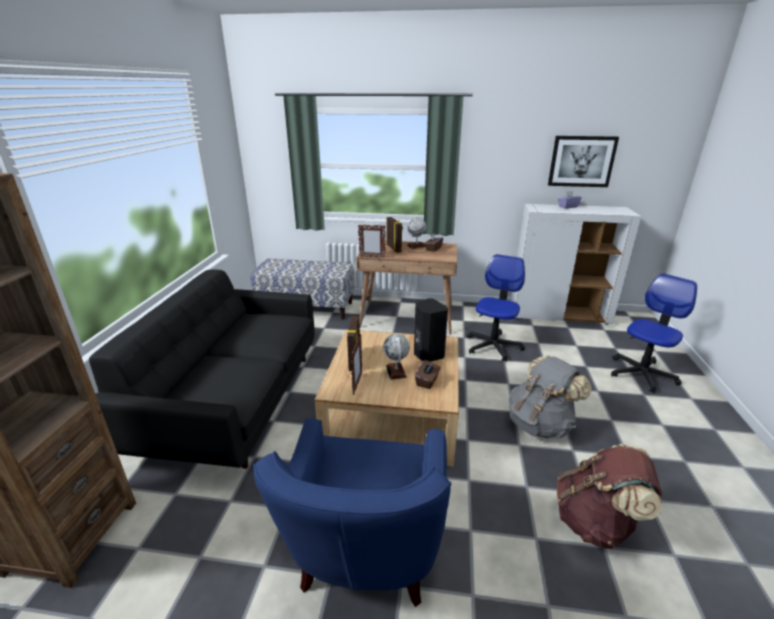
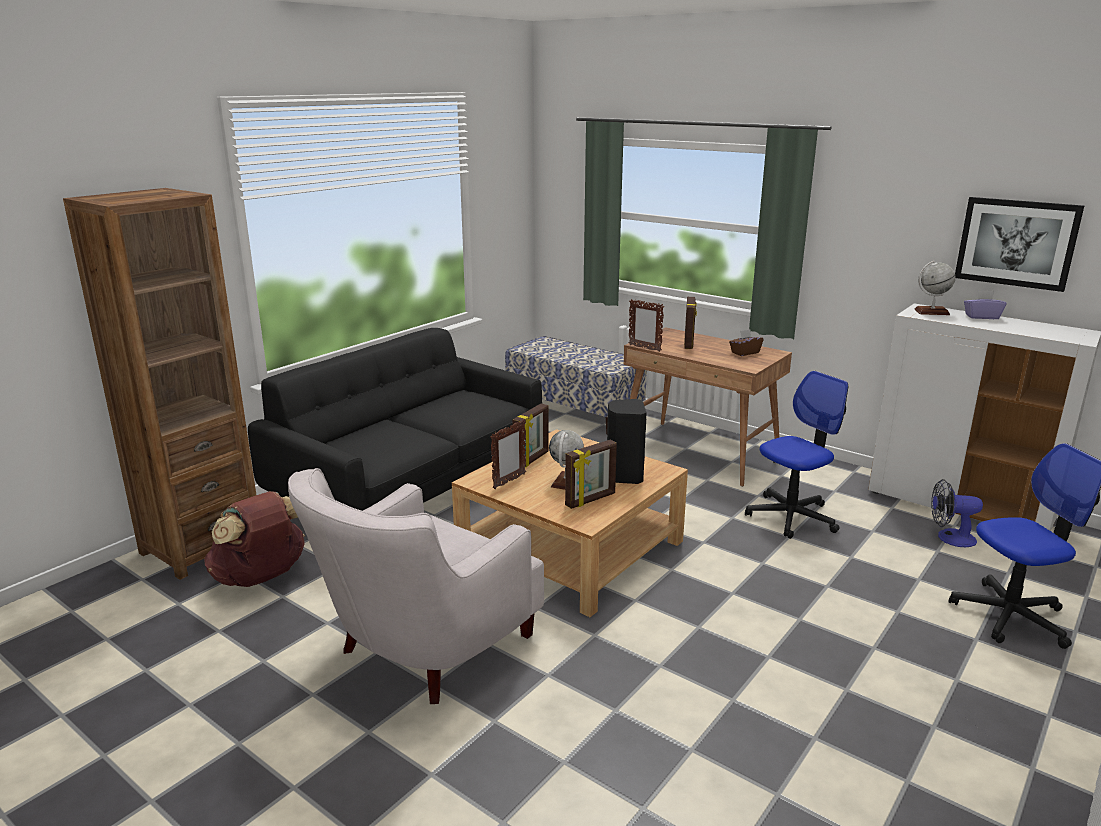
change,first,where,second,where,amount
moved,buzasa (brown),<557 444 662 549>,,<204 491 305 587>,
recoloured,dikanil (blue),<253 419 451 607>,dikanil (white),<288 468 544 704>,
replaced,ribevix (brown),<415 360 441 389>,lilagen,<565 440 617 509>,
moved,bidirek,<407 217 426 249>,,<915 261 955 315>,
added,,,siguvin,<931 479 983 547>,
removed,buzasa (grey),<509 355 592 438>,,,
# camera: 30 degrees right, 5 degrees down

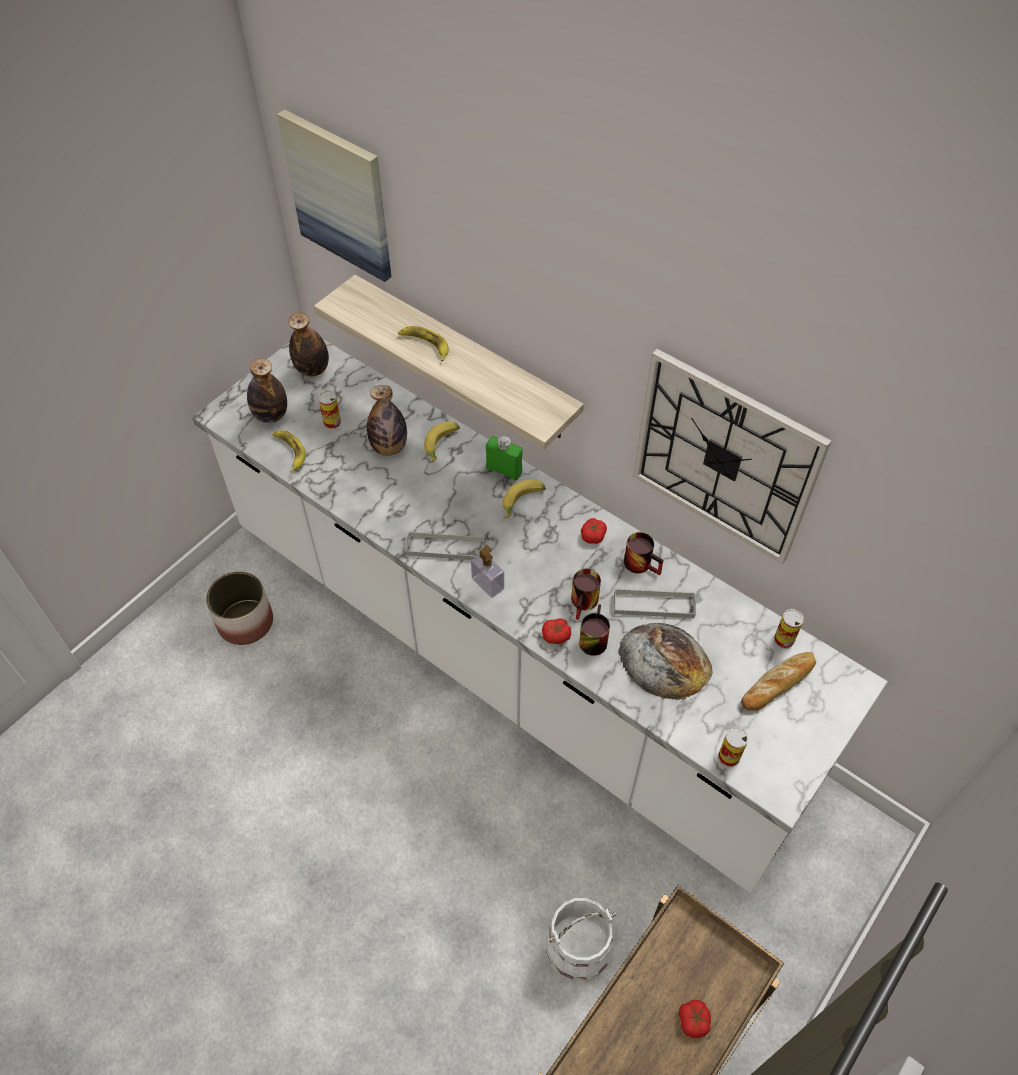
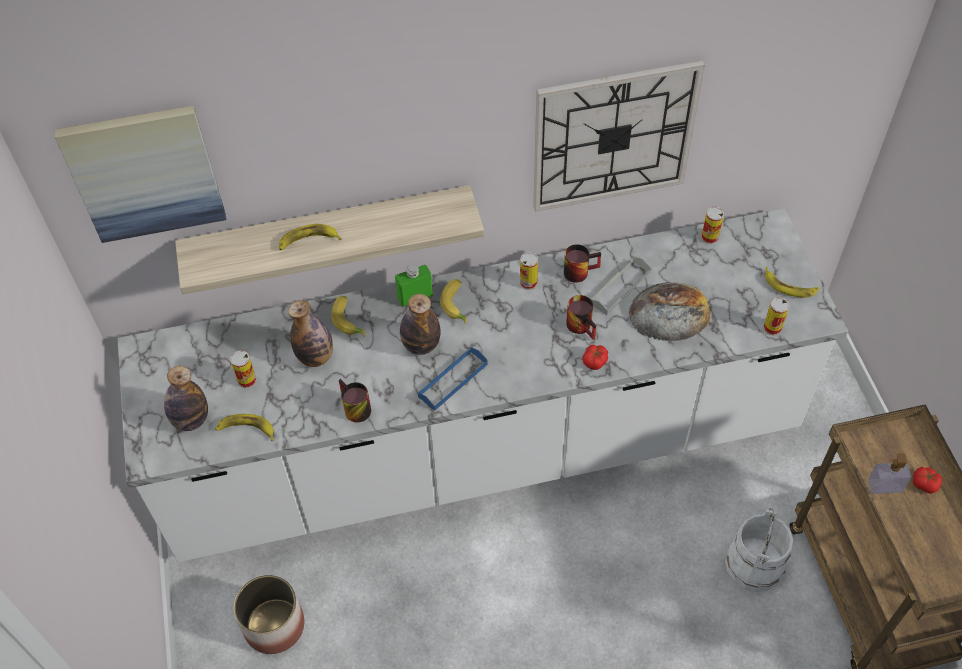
change,first,where,second,where,amount
moved,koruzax,<579 604 610 656>,,<339 379 371 422>,
moved,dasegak,<288 312 329 376>,,<400 294 441 355>,
recoloured,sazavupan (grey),<405 532 485 560>,sazavupan (blue),<418 347 488 411>,
replaced,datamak,<581 518 607 544>,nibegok,<520 252 538 290>,
added,,,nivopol,<765 267 819 298>,
moved,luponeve,<471 545 504 598>,,<868 453 911 494>,
removed,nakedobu,<741 652 816 710>,,,
# camera: 50 degrees left, 0 degrees up

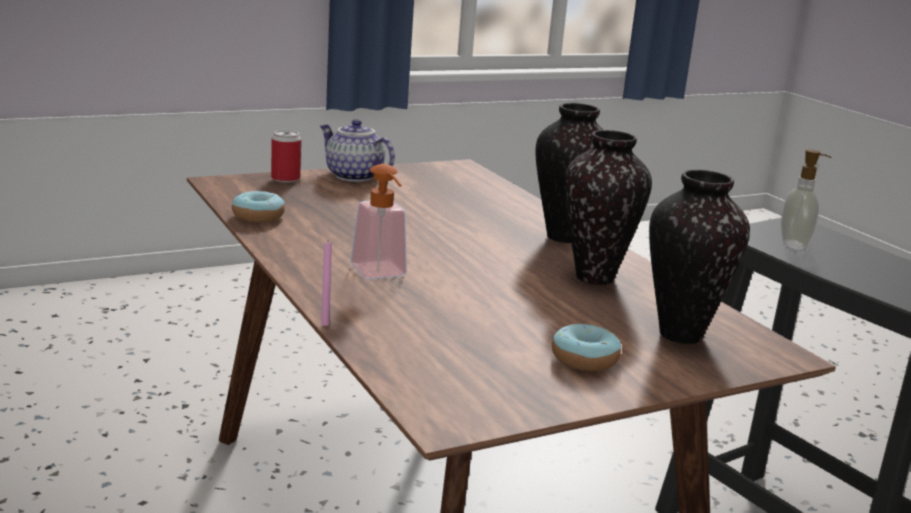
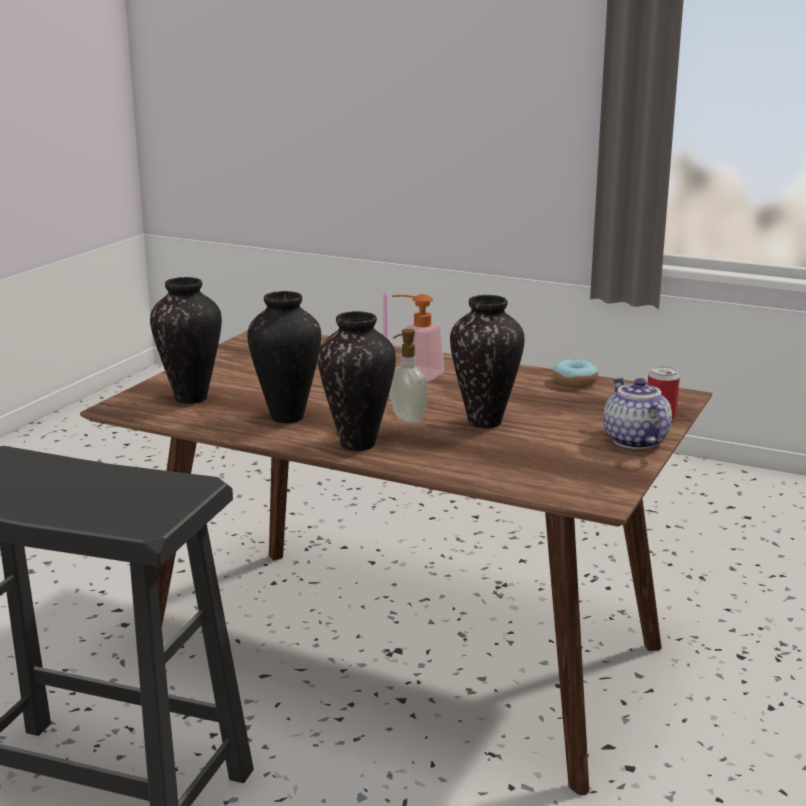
change,first,where,second,where,amount
moved,luponeve,<781 149 832 250>,,<390 329 427 423>,
added,,,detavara,<450 295 525 428>,
turned,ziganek,<319 119 395 182>,,<603 377 672 449>,105 degrees counterclockwise
removed,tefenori,<552 324 621 371>,,,
# camera: 145 degrees right, 0 degrees up

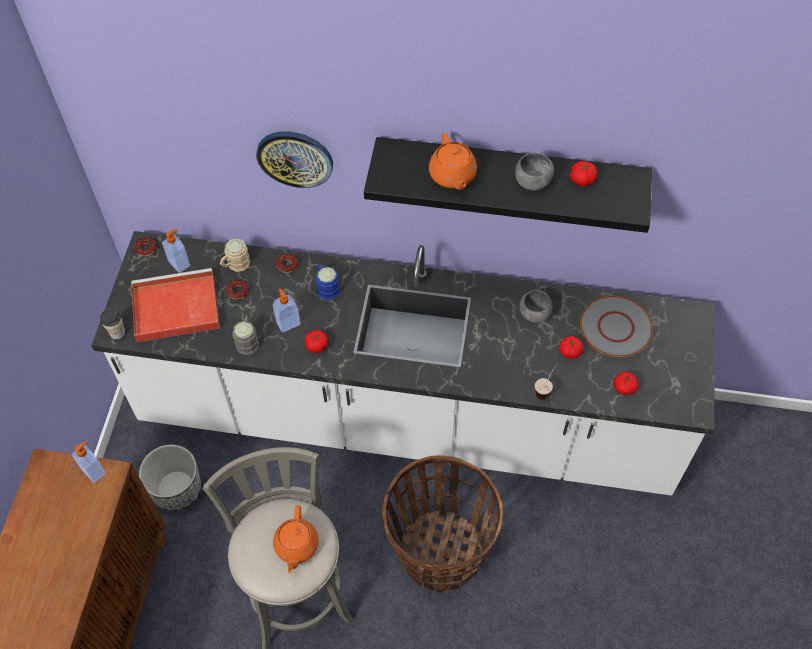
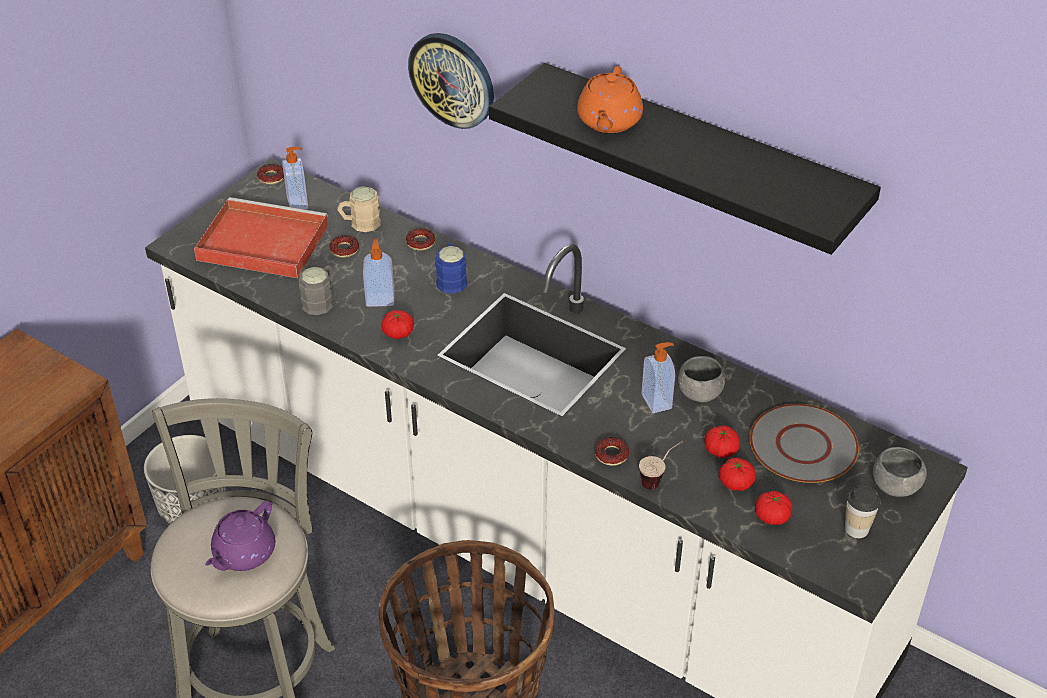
change,first,where,second,where,amount
recoloured,ziganek (orange),<273 505 318 573>,ziganek (purple),<205 501 275 571>,
added,,,tefenori,<595 437 629 466>,
moved,luponeve,<71 441 106 483>,,<641 342 675 413>,
moved,datamak,<570 161 597 186>,,<719 457 756 491>,
moved,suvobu,<100 308 125 339>,,<845 485 881 538>,
moved,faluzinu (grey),<515 153 554 191>,,<873 447 927 497>,
# camera: 25 degrees right, 15 degrees down

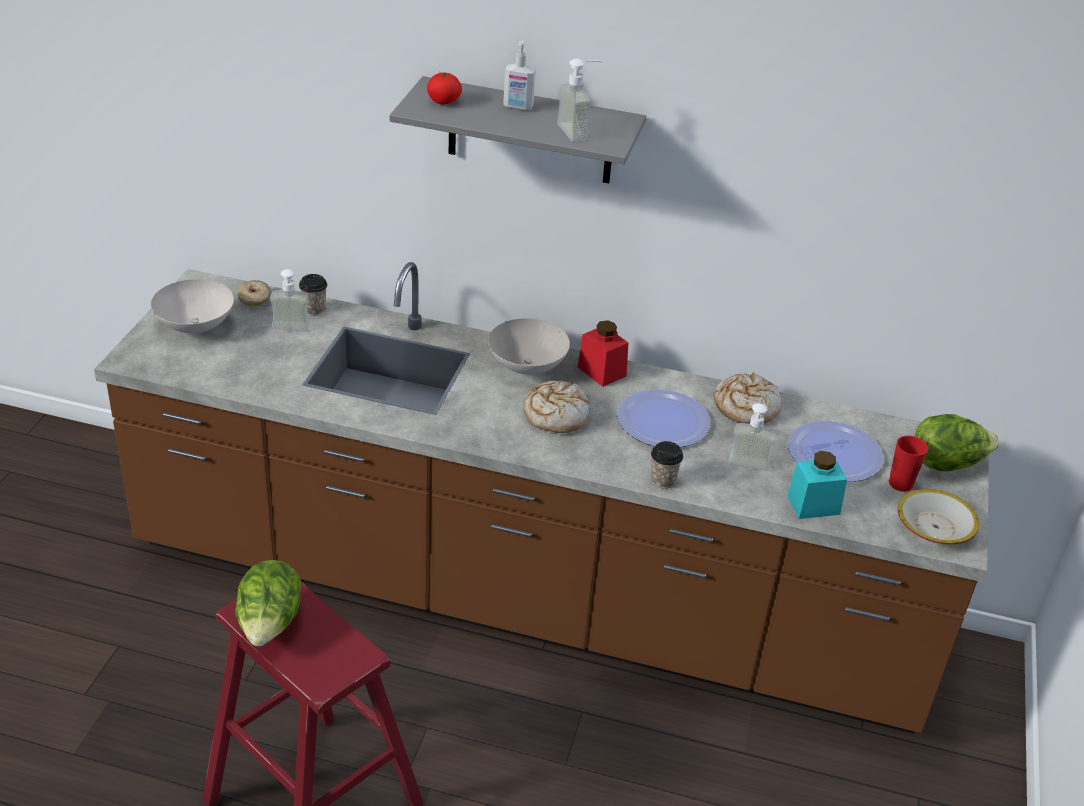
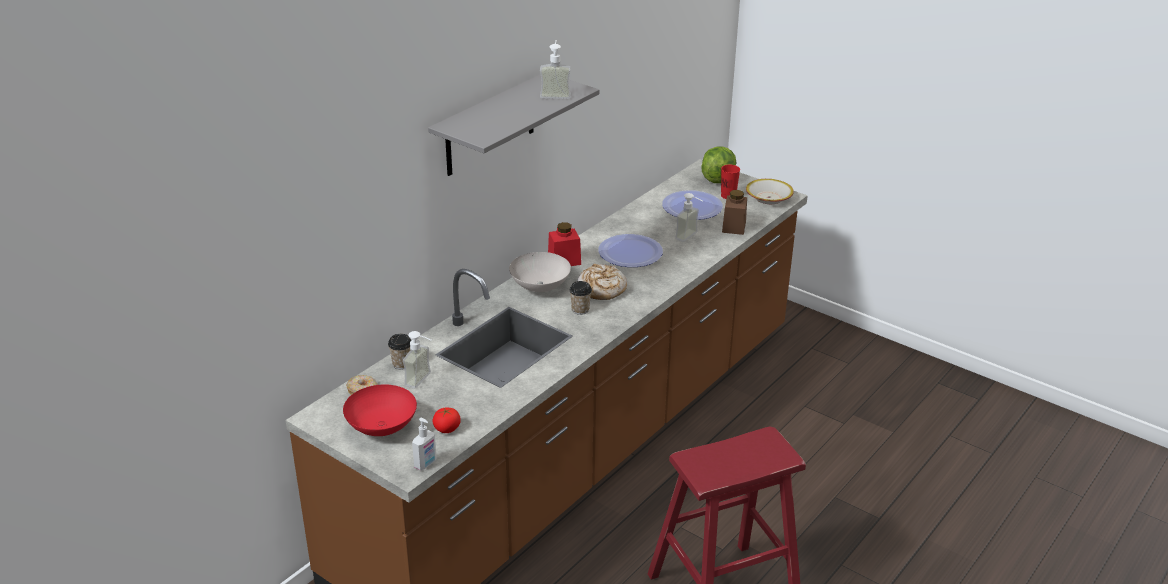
change,first,where,second,where,amount
recoloured,faluzinu (white),<151 279 234 334>,faluzinu (red),<343 384 417 436>,
moved,luponeve,<503 41 536 111>,,<412 418 437 470>,
moved,datamak,<427 72 462 104>,,<432 407 461 433>,
moved,suvobu,<651 441 683 489>,,<569 281 592 315>,
recoloured,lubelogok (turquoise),<787 451 847 519>,lubelogok (brown),<722 190 747 235>,
removed,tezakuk,<235 560 301 646>,,,
removed,nakedobu,<714 372 782 424>,,,
# camera: 65 degrees left, 5 degrees down

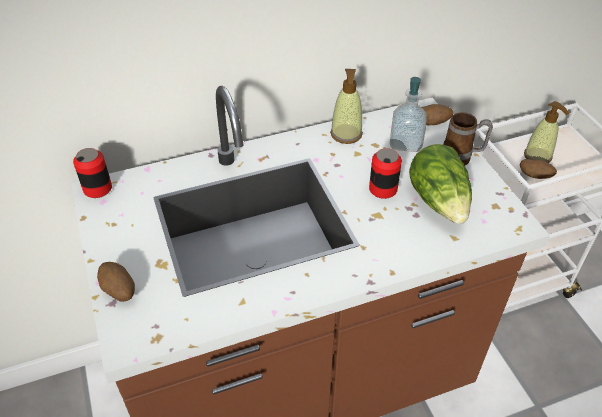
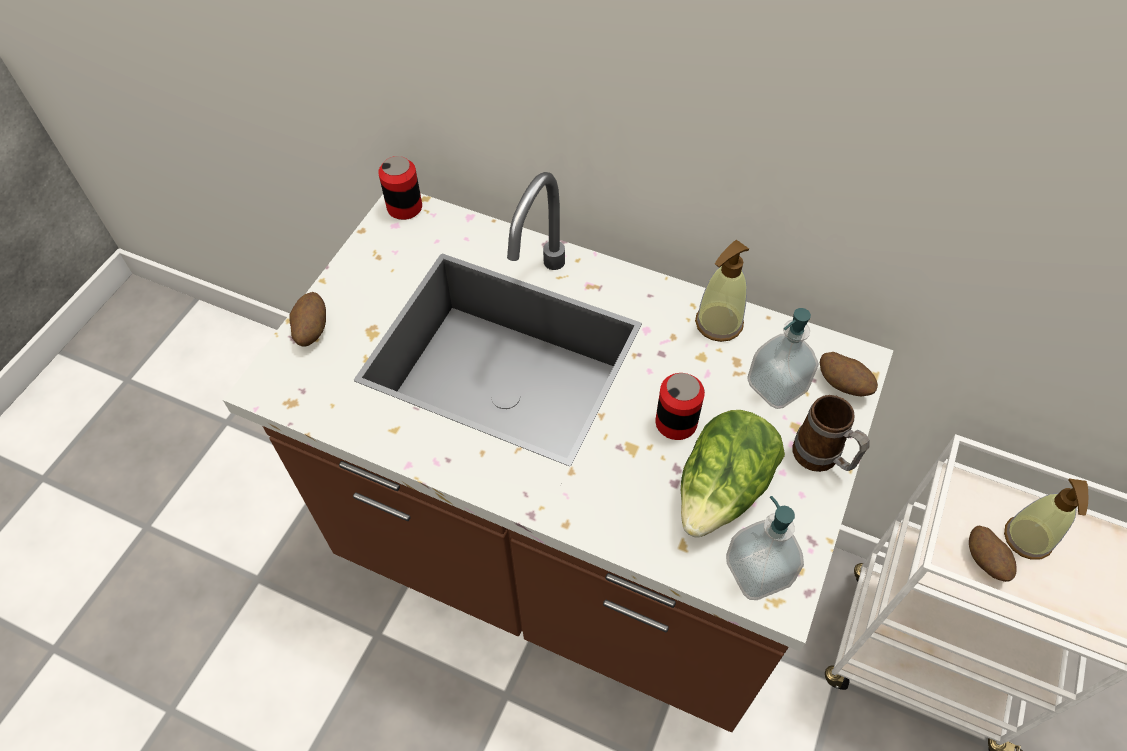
change,first,where,second,where,amount
added,,,luponeve,<726 496 804 600>,
# camera: 45 degrees right, 10 degrees up

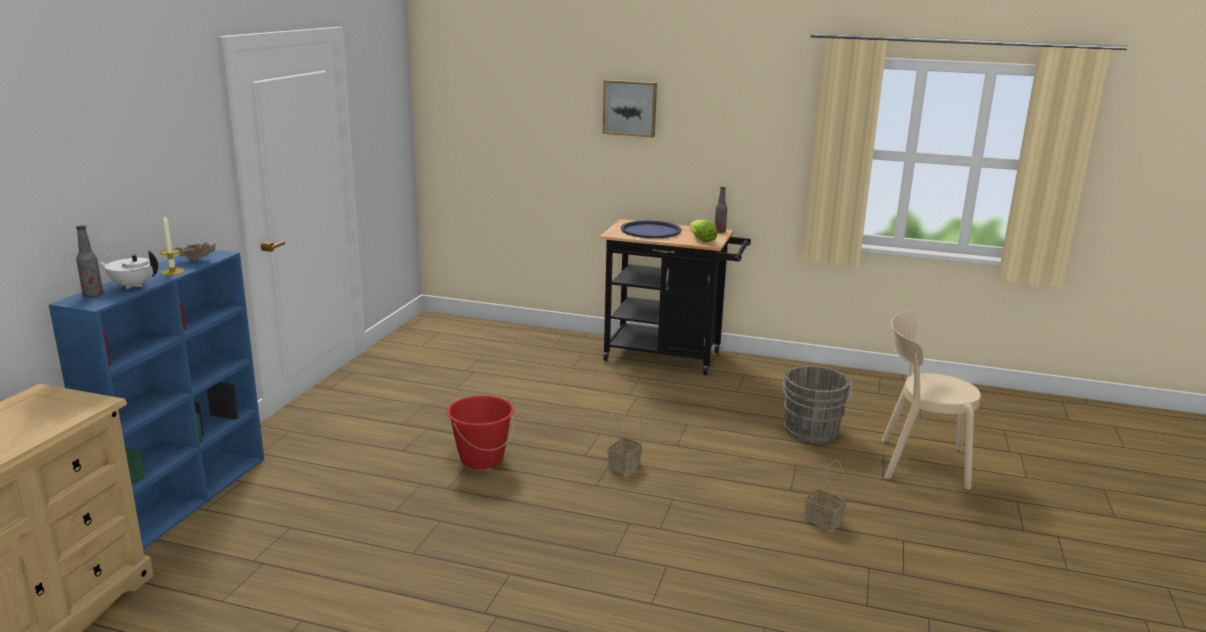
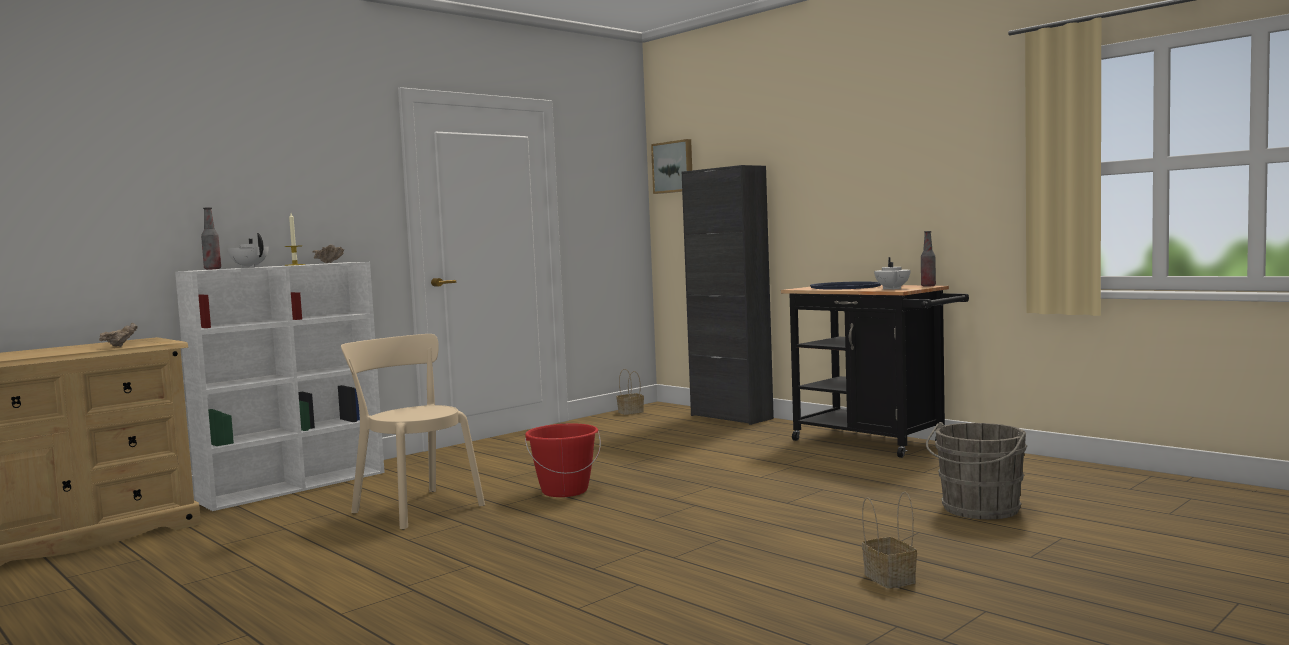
change,first,where,second,where,amount
added,,,faluzinu (beige),<99 323 138 347>,
recoloured,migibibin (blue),<49 250 264 550>,migibibin (white),<175 262 385 511>,
moved,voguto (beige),<882 310 981 490>,,<341 334 485 529>,
moved,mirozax,<608 412 642 475>,,<617 369 644 415>,
moved,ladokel,<603 80 657 137>,,<651 139 692 194>,
added,,,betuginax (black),<682 165 774 425>,
replaced,tezakuk,<690 220 717 242>,ziganek (white),<874 257 911 290>,
# camera: 30 degrees right, 15 degrees down

